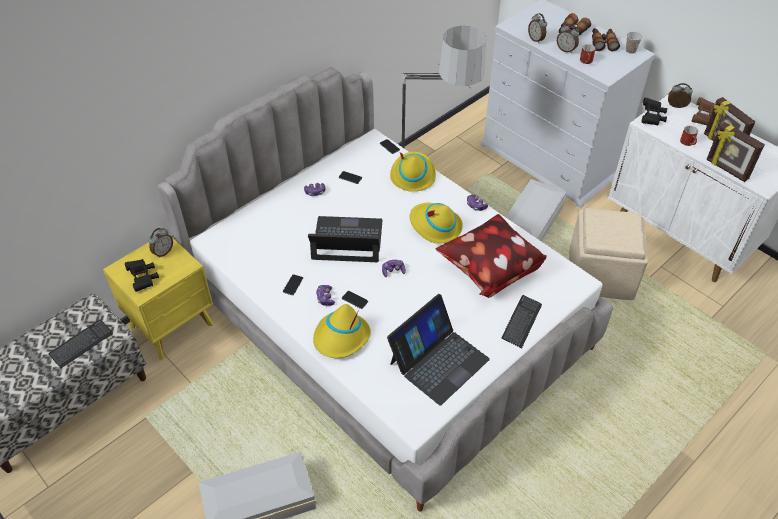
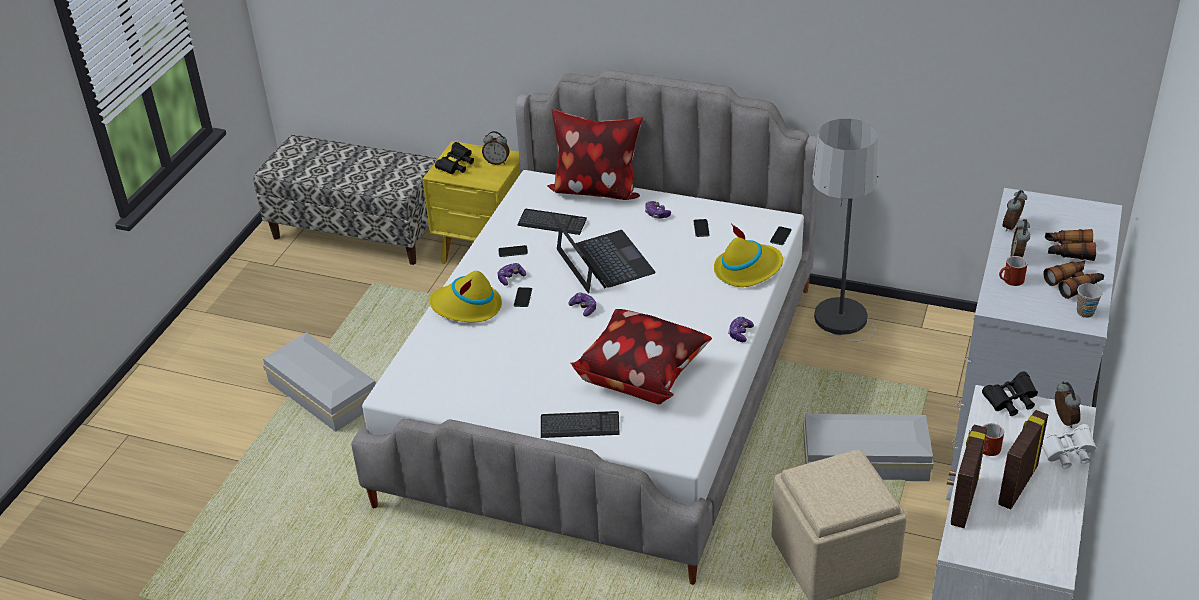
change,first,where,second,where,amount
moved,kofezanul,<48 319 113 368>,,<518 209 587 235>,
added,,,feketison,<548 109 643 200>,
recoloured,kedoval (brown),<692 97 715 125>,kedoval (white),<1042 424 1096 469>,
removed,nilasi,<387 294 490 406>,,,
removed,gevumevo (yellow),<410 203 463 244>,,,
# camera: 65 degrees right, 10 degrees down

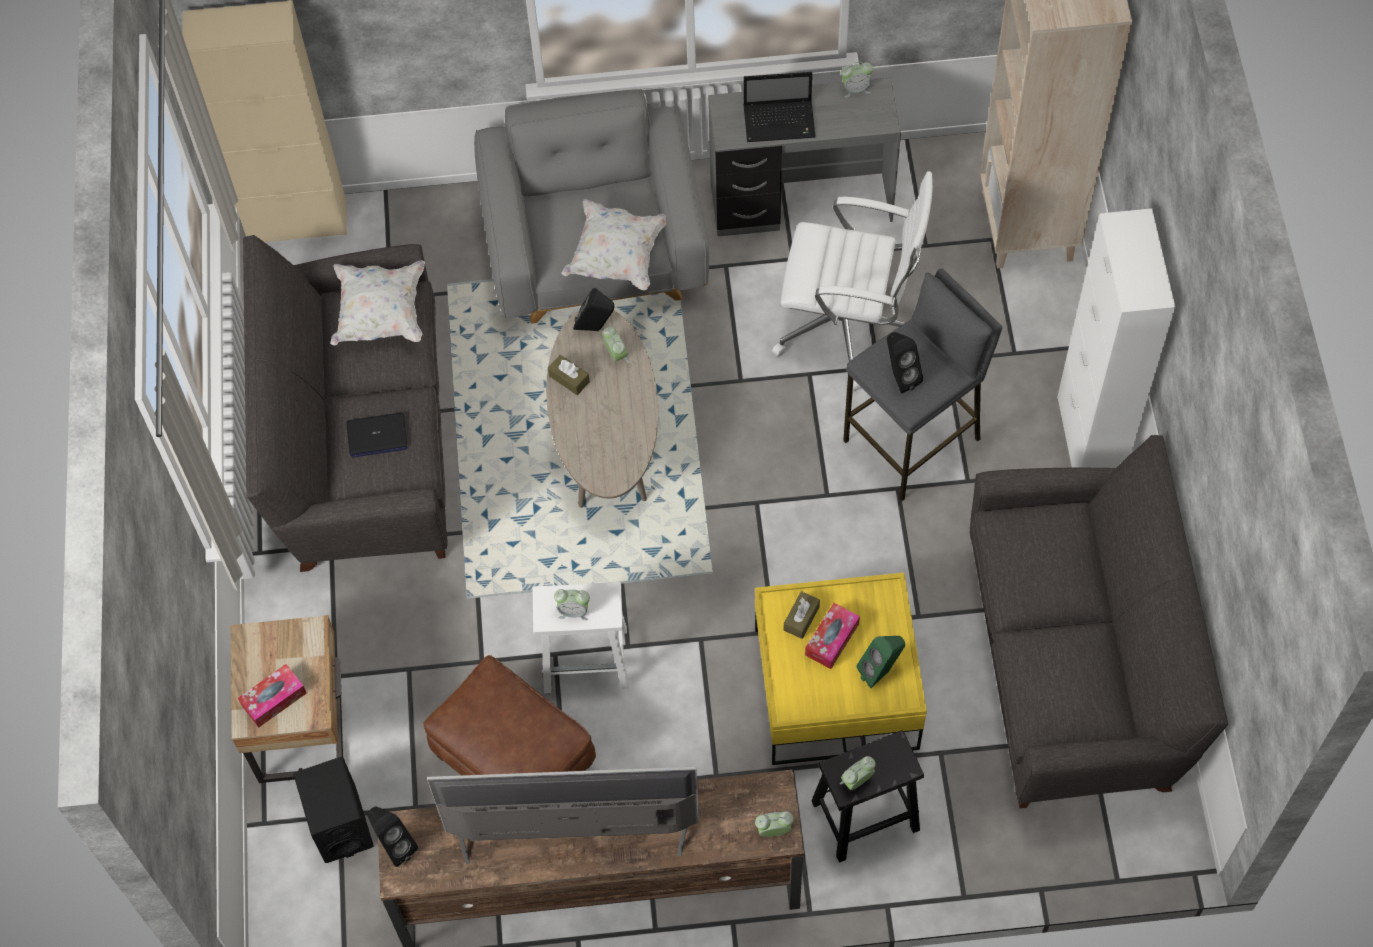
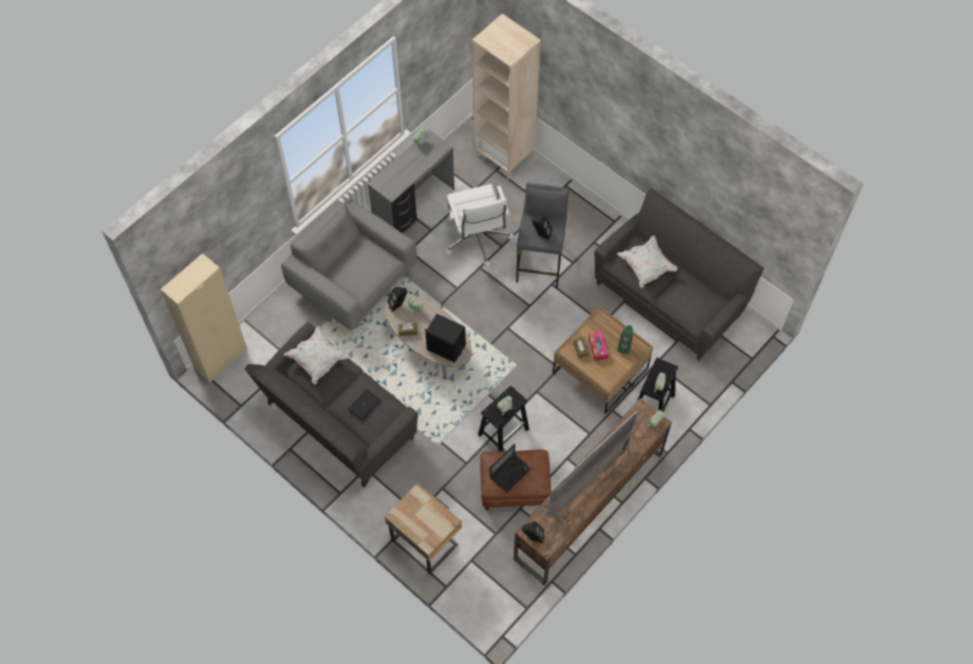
change,first,where,second,where,amount
moved,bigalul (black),<293 757 374 863>,,<425 314 466 363>,
turned,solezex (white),<772 171 933 391>,,<445 184 514 267>,105 degrees clockwise
recoloured,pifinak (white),<533 582 629 693>,pifinak (black),<478 386 529 452>,
moved,nilasi,<743 72 816 142>,,<490 444 532 492>,
recoloured,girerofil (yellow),<755 573 927 765>,girerofil (brown),<553 306 653 414>,
moved,feketison (white),<561 199 666 290>,,<617 235 678 288>,
removed,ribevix,<238 664 307 728>,,,
removed,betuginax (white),<1057 208 1175 468>,,,
# camera: 45 degrees left, 0 degrees up

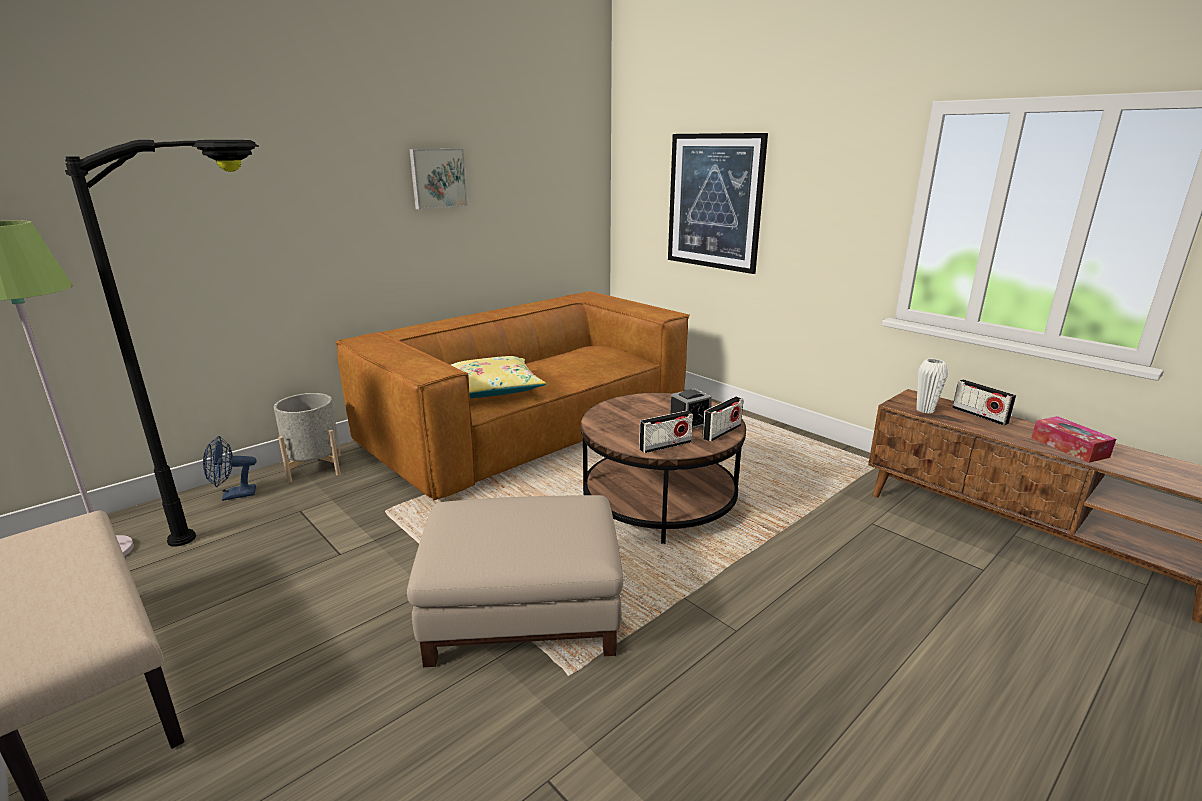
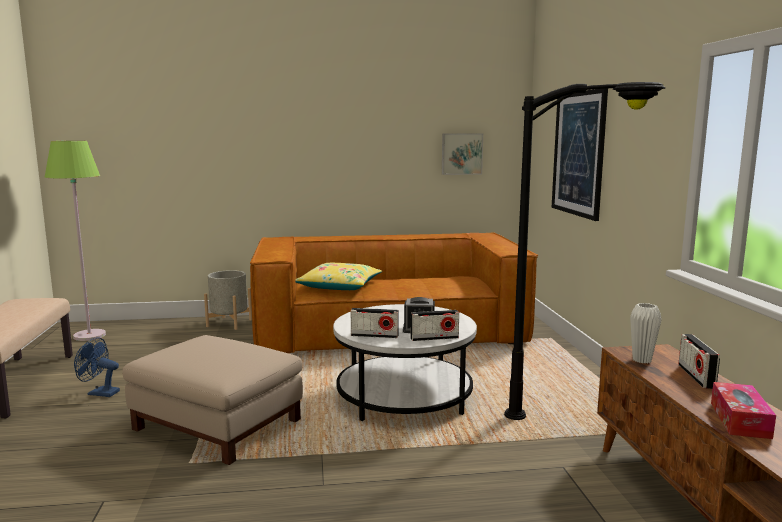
change,first,where,second,where,amount
moved,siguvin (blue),<203 436 257 501>,,<74 338 120 397>,
recoloured,girerofil (brown),<581 393 746 544>,girerofil (white),<333 304 477 421>,
moved,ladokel,<409 149 468 209>,,<442 133 483 175>,
moved,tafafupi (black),<65 140 259 547>,,<504 82 666 420>,
# camera: 35 degrees right, 10 degrees down

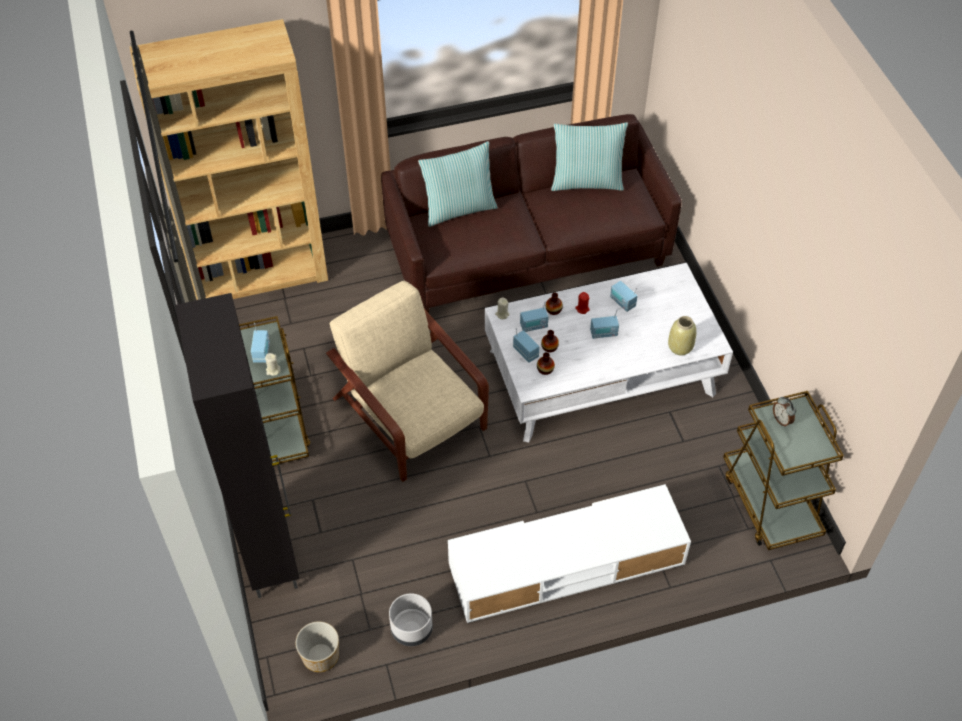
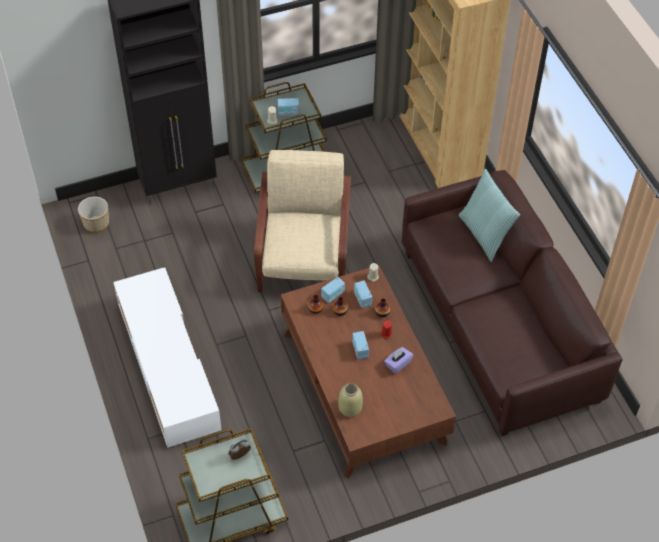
change,first,where,second,where,amount
turned,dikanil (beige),<326 280 489 482>,,<254 150 351 292>,45 degrees counterclockwise
recoloured,girerofil (white),<485 263 733 442>,girerofil (brown),<281 265 456 479>,
replaced,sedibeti,<610 281 638 312>,ribevix (purple),<384 347 413 374>,
removed,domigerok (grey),<389 593 433 646>,,,
removed,feketison,<551 122 628 191>,,,
# camera: 85 degrees right, 0 degrees up

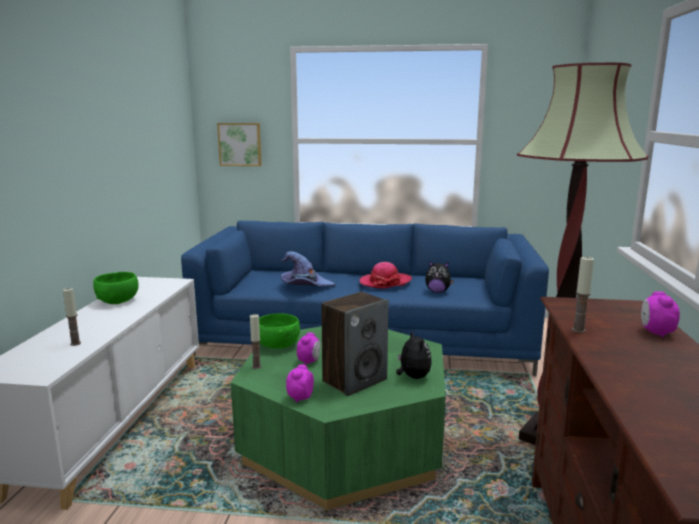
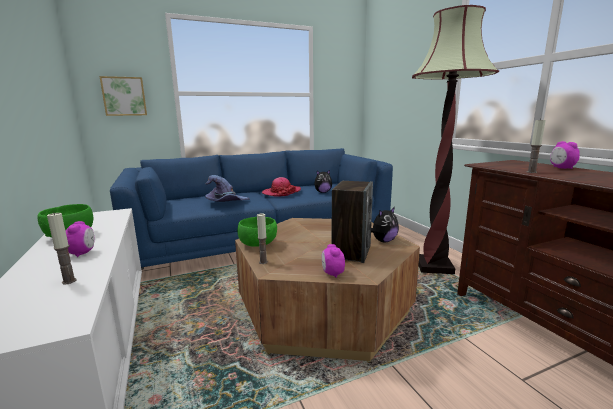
change,first,where,second,where,amount
moved,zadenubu,<297 332 320 365>,,<66 221 95 257>,
recoloured,girerofil (green),<231 326 446 510>,girerofil (brown),<235 218 420 361>,
turned,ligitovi,<396 329 432 379>,,<371 207 399 242>,105 degrees clockwise
# camera: 30 degrees left, 0 degrees up

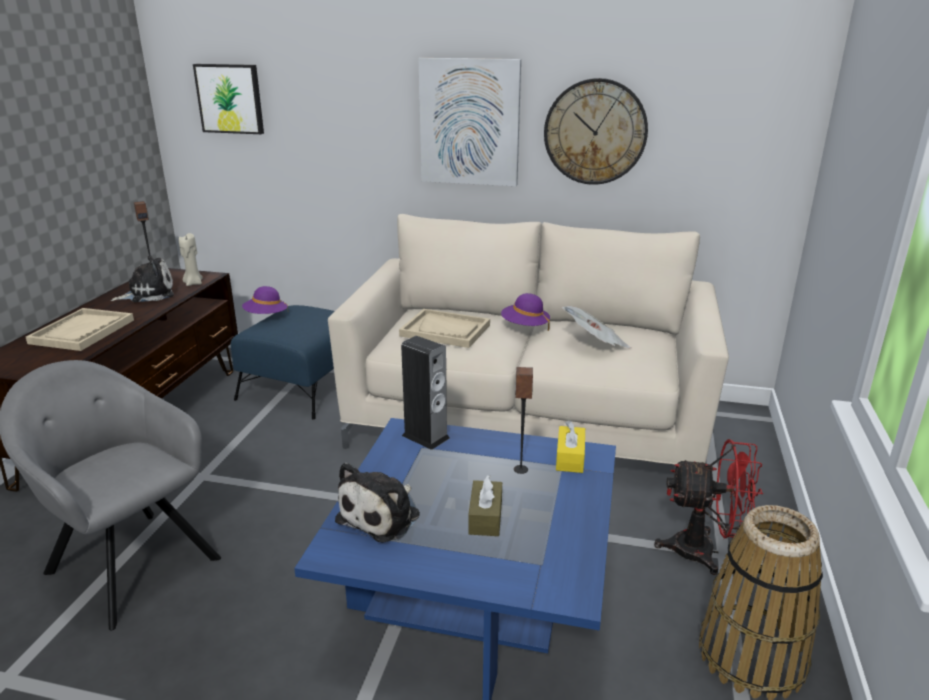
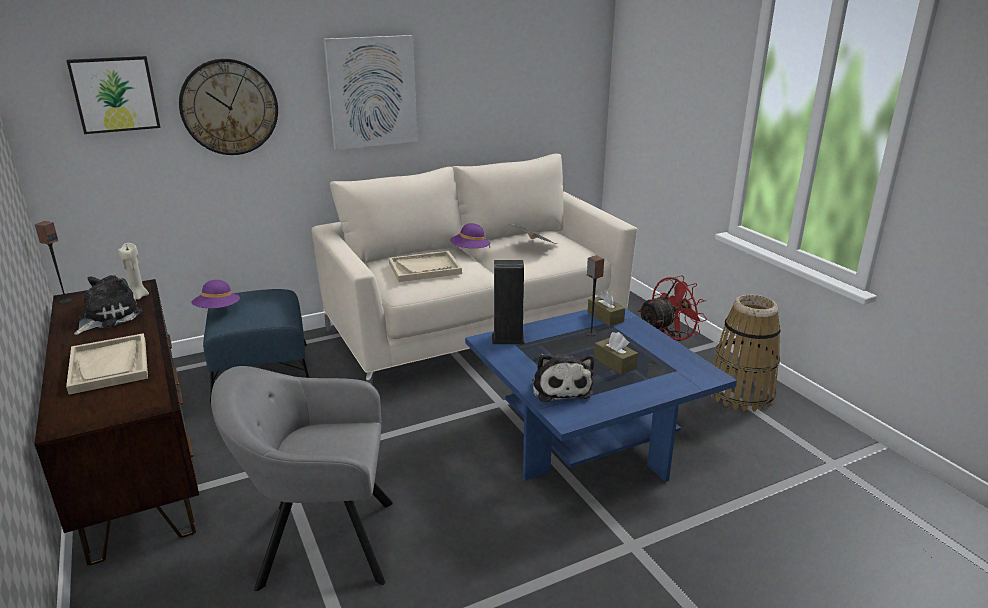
change,first,where,second,where,amount
moved,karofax,<544 78 648 185>,,<179 59 278 155>,
recoloured,ribevix (yellow),<556 420 585 473>,ribevix (brown),<588 290 625 326>,
# camera: 40 degrees left, 0 degrees up

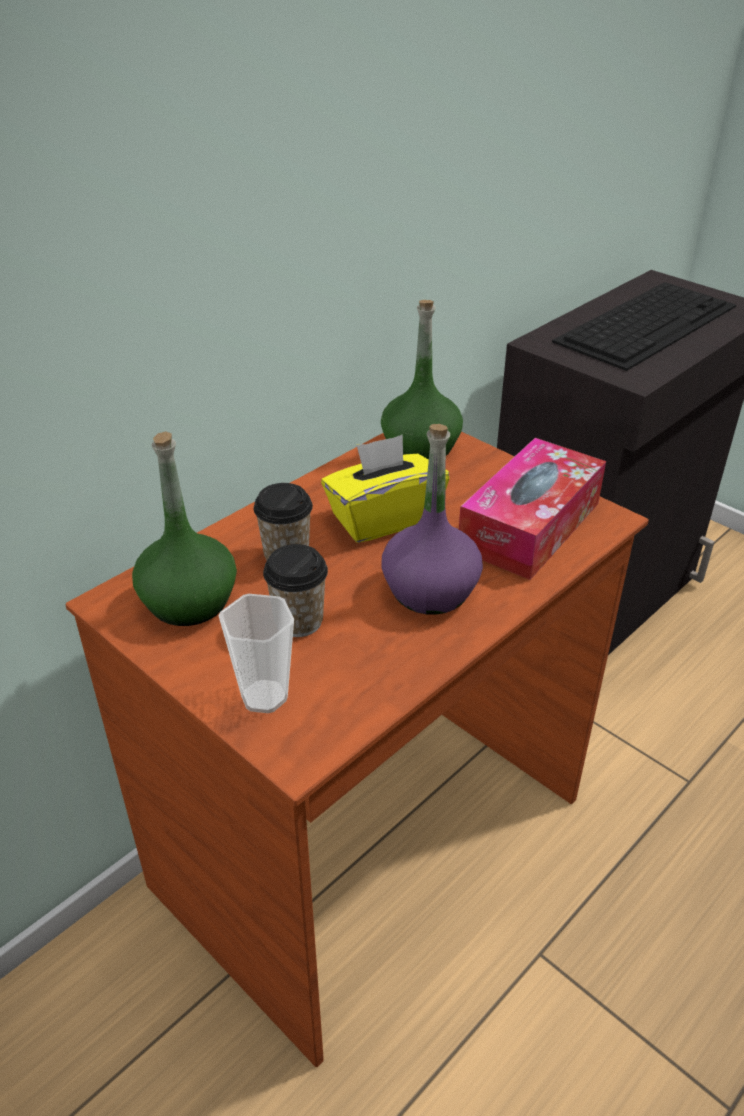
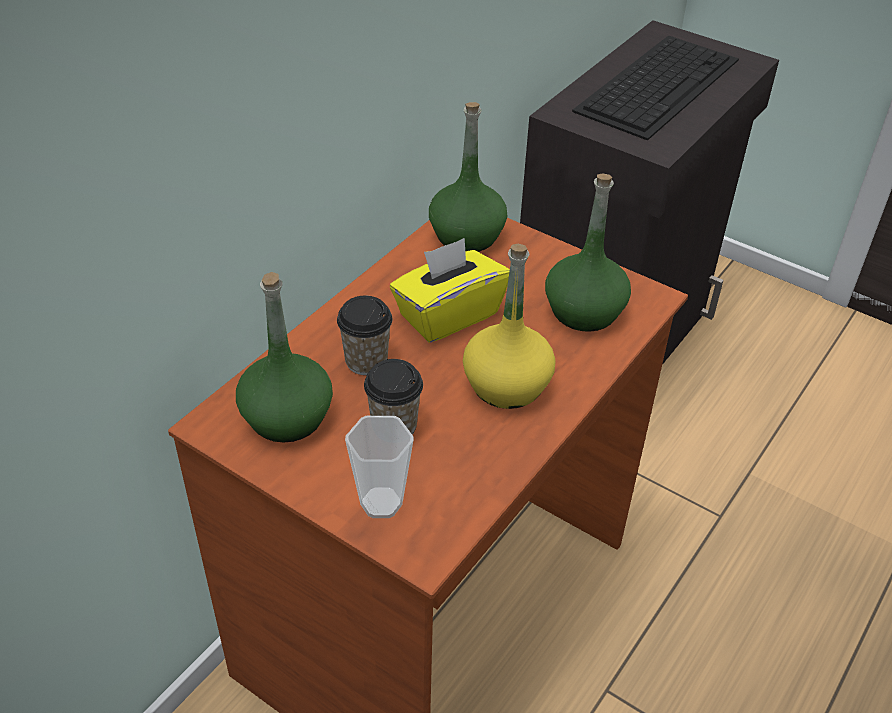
change,first,where,second,where,amount
recoloured,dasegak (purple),<381 424 483 615>,dasegak (yellow),<463 244 556 409>,
replaced,ribevix,<459 438 606 580>,dasegak (green),<545 173 631 332>,
# camera: 10 degrees left, 5 degrees up

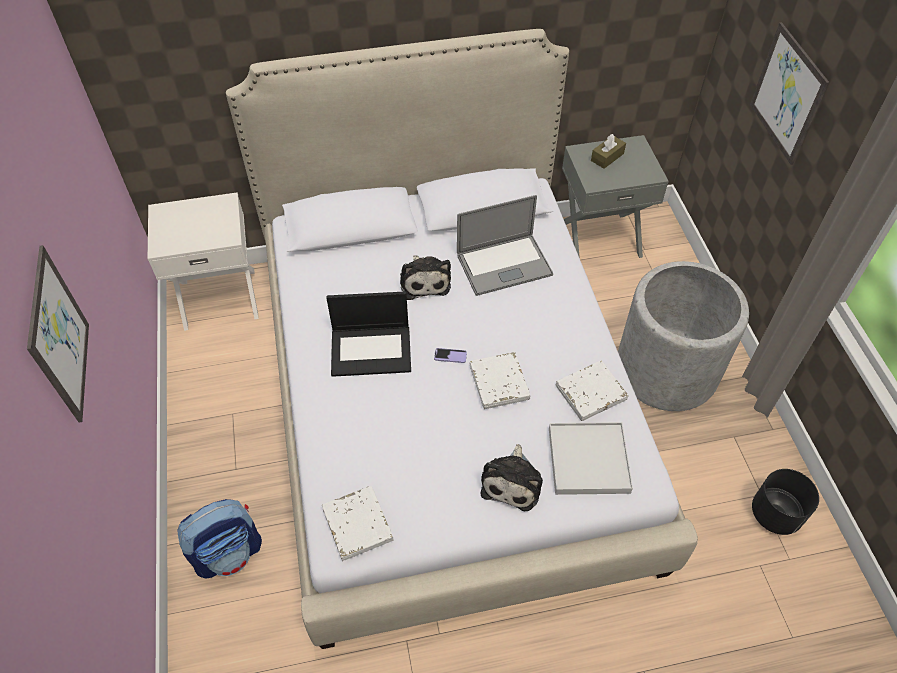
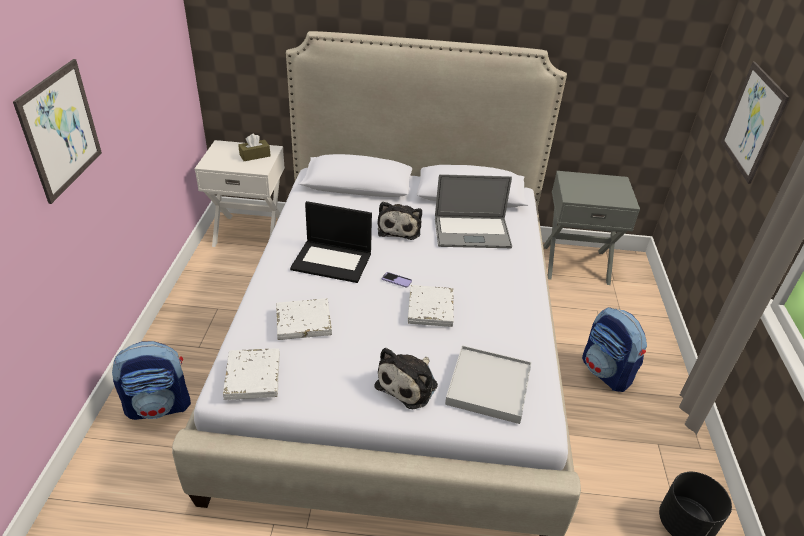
change,first,where,second,where,amount
moved,ribevix (brown),<591 134 626 169>,,<238 134 271 161>,
moved,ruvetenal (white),<556 361 629 421>,,<276 298 332 340>,
replaced,domigerok (grey),<618 261 749 411>,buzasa,<582 307 647 392>,
# camera: 15 degrees right, 15 degrees down

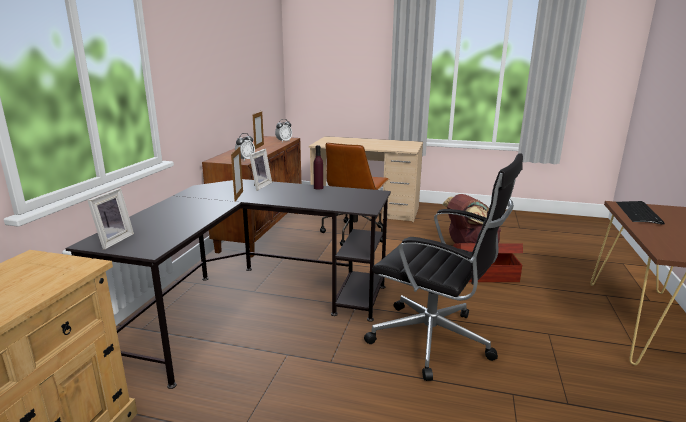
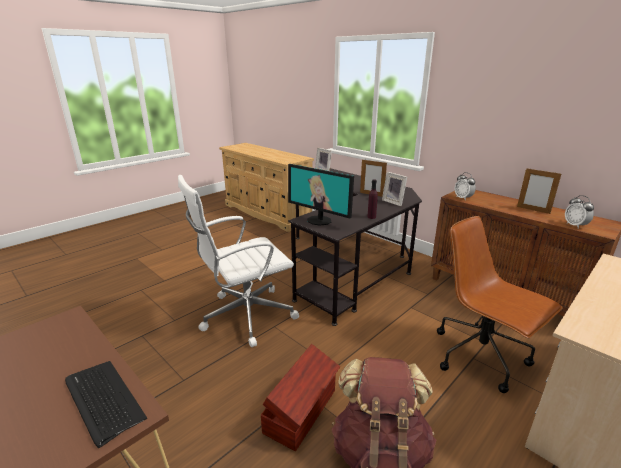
change,first,where,second,where,amount
recoloured,solezex (black),<364 153 523 381>,solezex (white),<178 175 299 347>,
added,,,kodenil,<288 164 354 225>,
# camera: 120 degrees right, 5 degrees up

